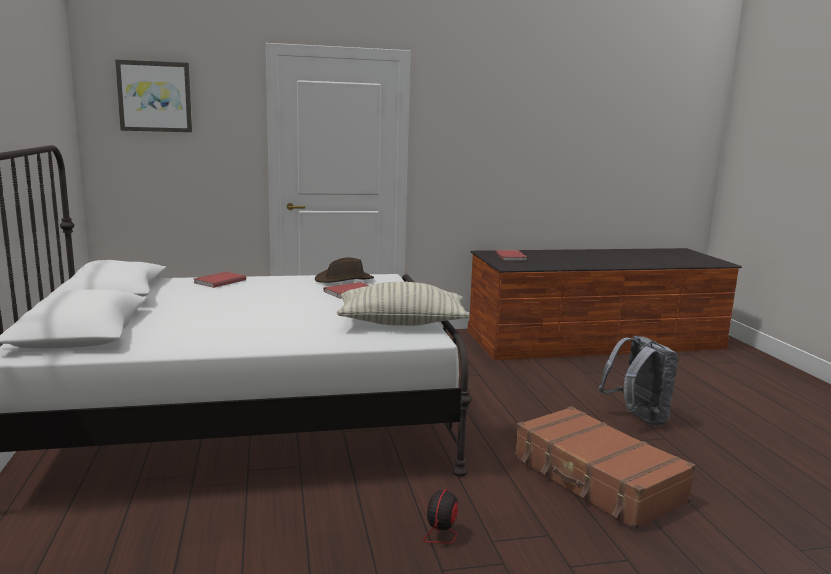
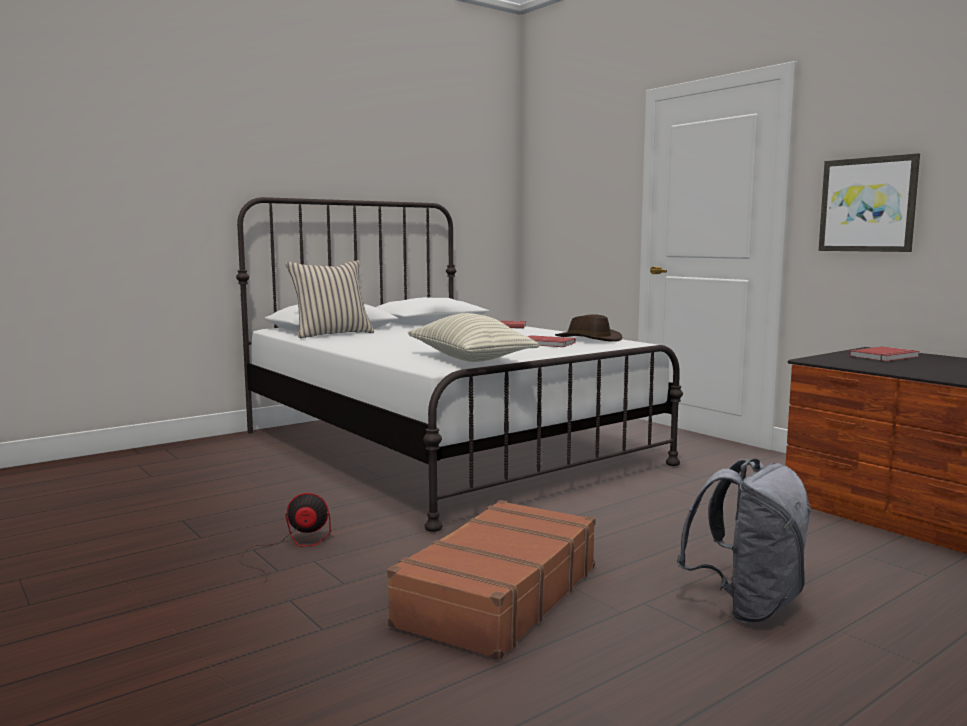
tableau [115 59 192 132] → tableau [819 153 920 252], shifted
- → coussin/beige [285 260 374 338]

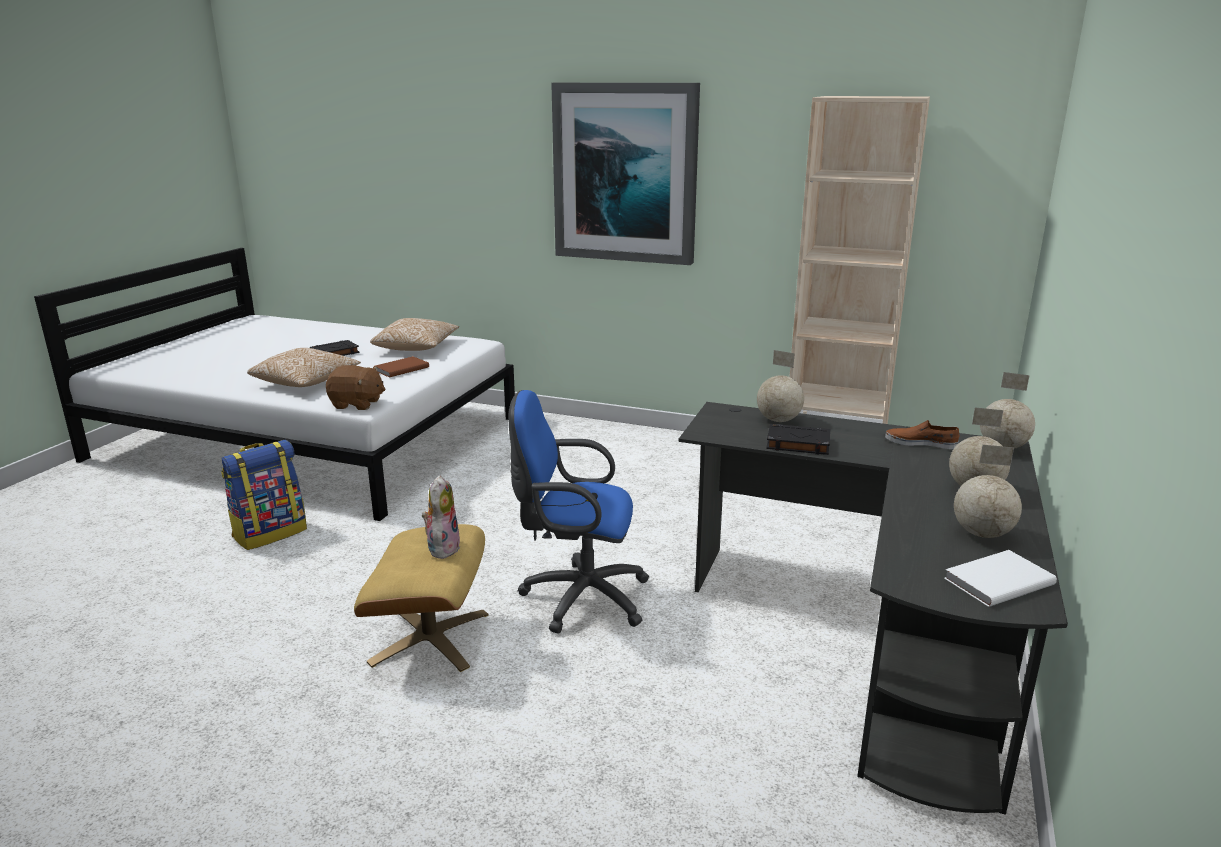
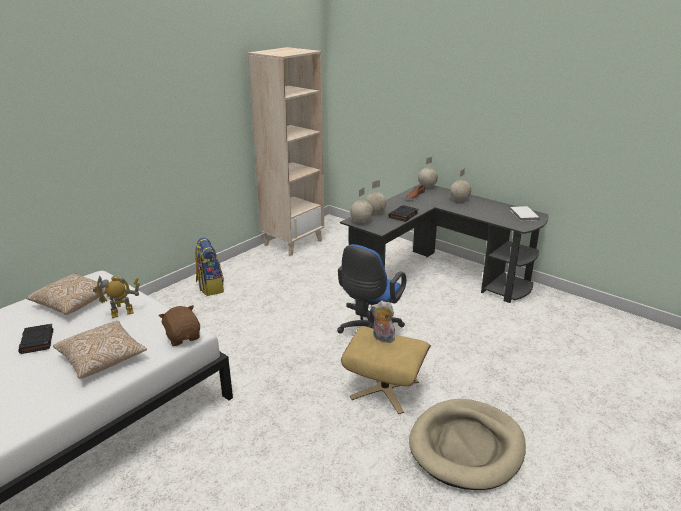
tableau [551 83 700 265] → -
livre/marron [375 356 429 378] → robot jouet [93 276 140 318]
peluche/marron [326 365 385 410] → peluche/marron [159 305 200 346], 60 degrees counterclockwise
sac à dos [221 440 307 550] → sac à dos [195 237 224 296], shifted
globe [954 445 1022 538] → globe [350 187 373 223], shifted
- → panier pour chien/beige [409 399 526 490]

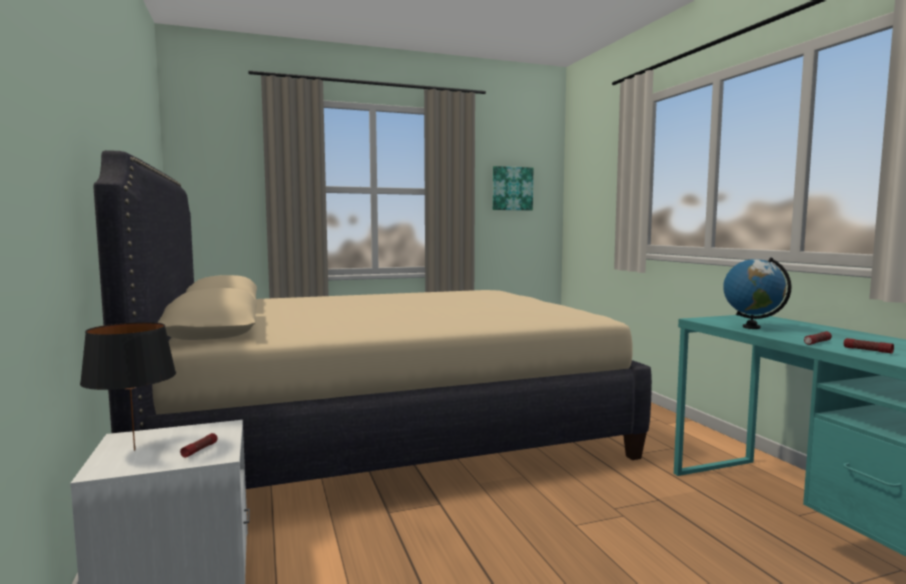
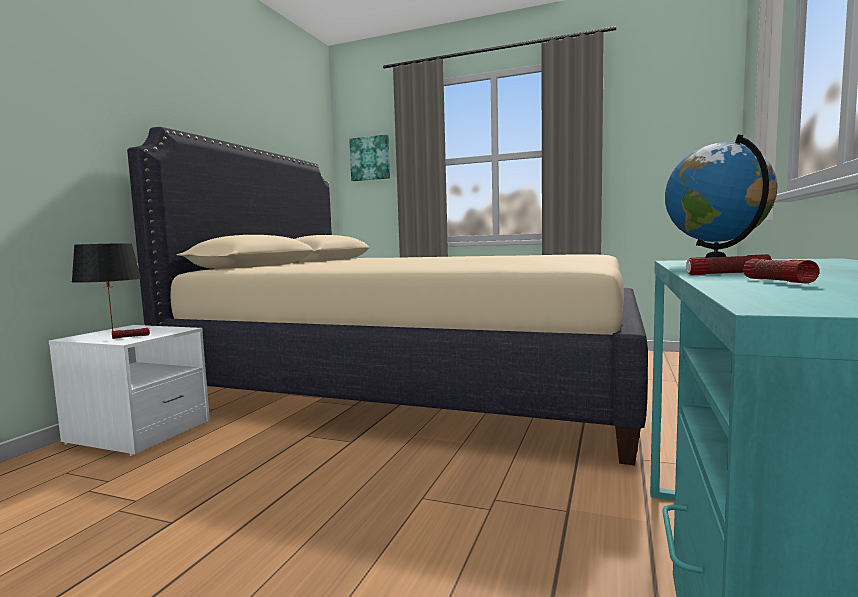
tableau [493 166 533 210] → tableau [349 135 390 181], shifted

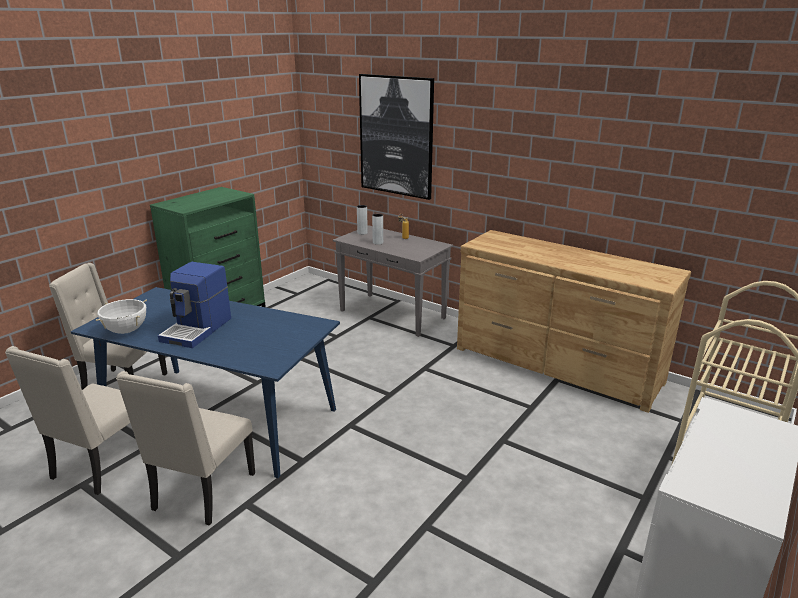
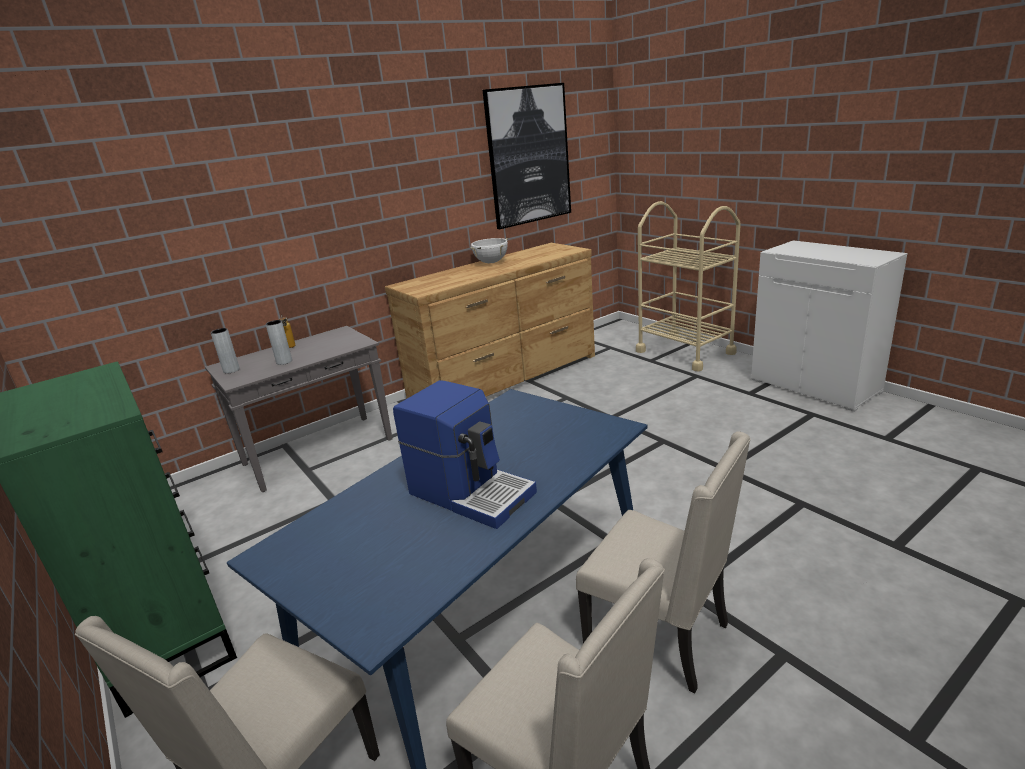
tableau [359 74 434 200] → tableau [483 83 571 229], shifted
marmite/blanc [96 299 147 334] → marmite/blanc [470 238 508 263], shifted

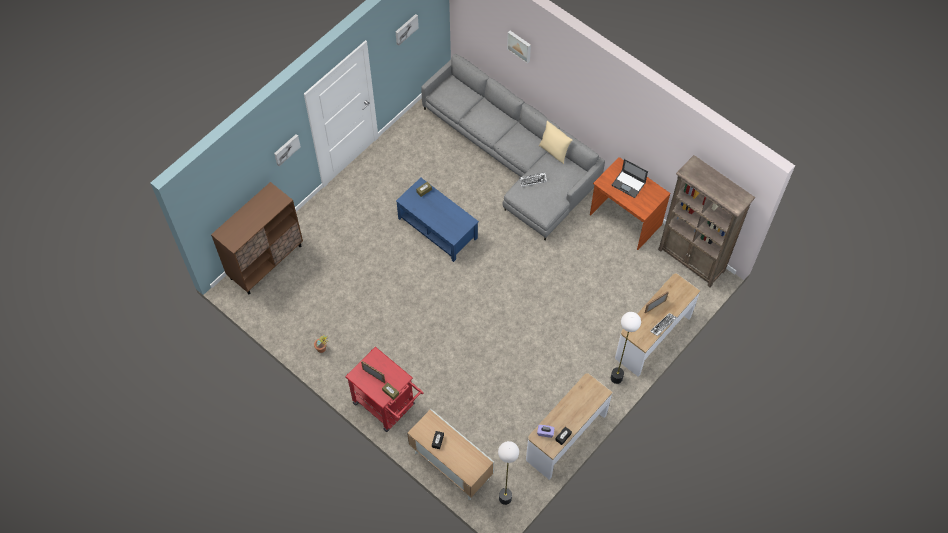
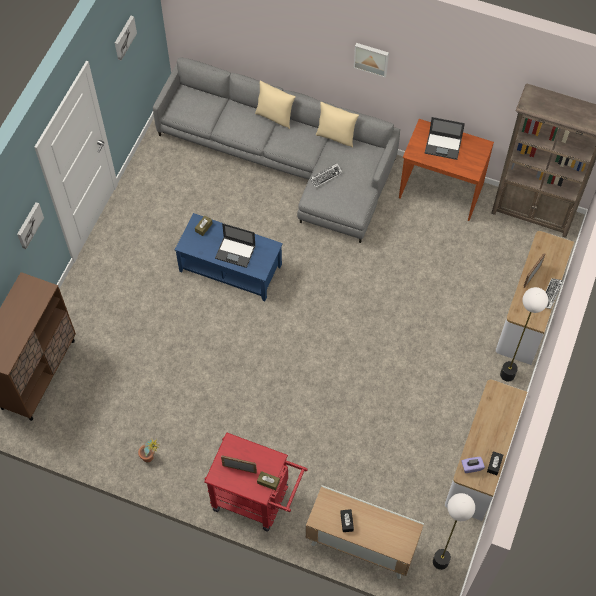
tableau [507 31 531 64] → tableau [354 43 389 77], shifted
- → coussin/beige [255 81 295 129]
- → ordinateur portable [215 223 255 268]

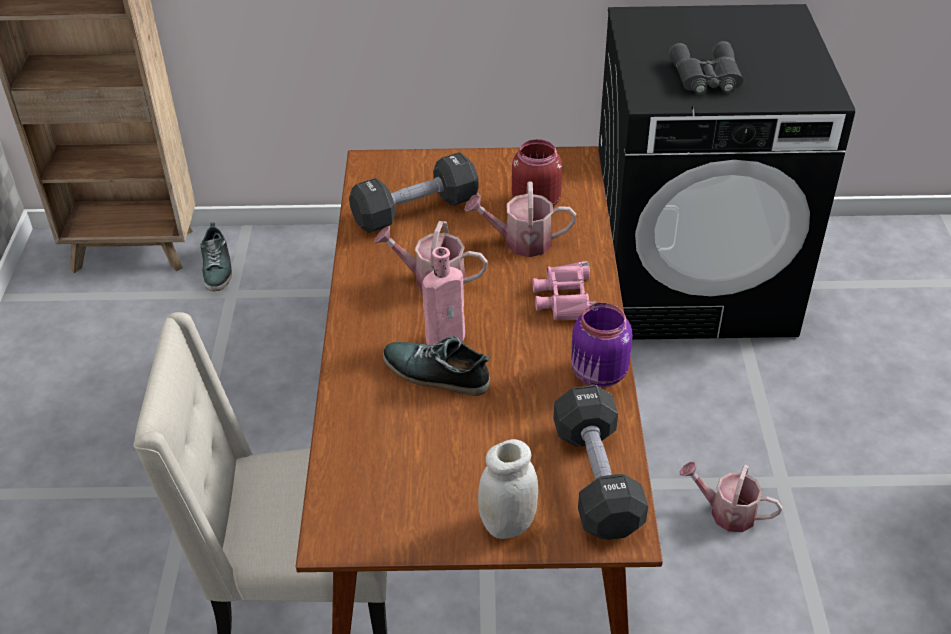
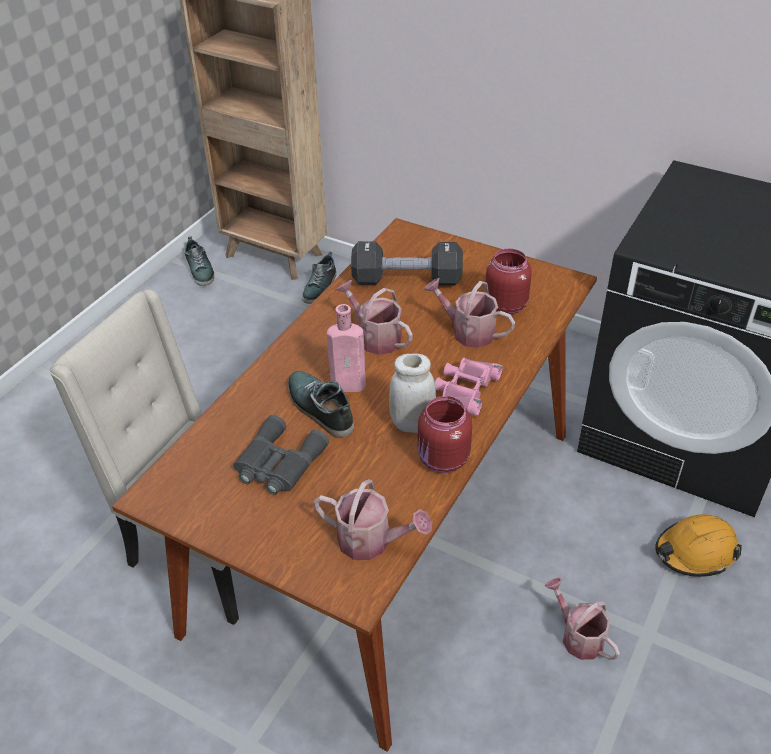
jumelles/gris [669 41 743 95] → jumelles/gris [233 415 329 495], shifted
bocal/violet [571 303 633 388] → bocal/rouge [418 396 472 473]
haltère/noir [554 385 648 540] → arrosoir [313 479 432 560]
bocal/blanc [478 439 539 539] → bocal/blanc [389 354 436 433], shifted
- → chaussure [185 236 214 286]
- → casque de chantier/orange [655 514 742 577]

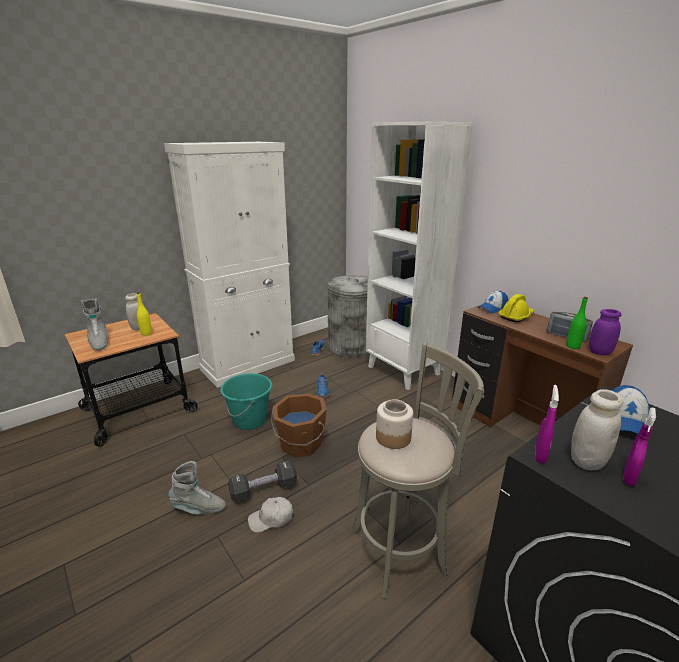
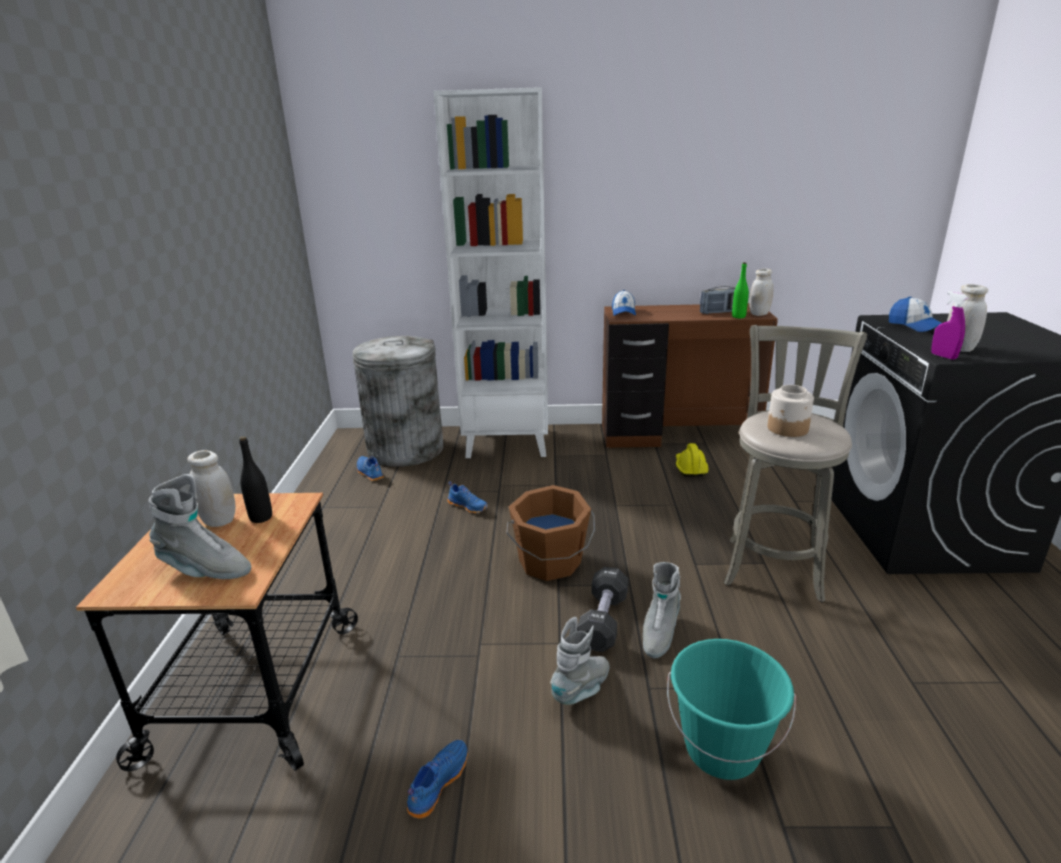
meuble de rangement/blanc [164 142 295 388] → -
bouteille/jaune [137 292 152 336] → bouteille/noir [239 436 272 523]
casque de chantier/jaune [499 294 535 323] → casque de chantier/jaune [676 443 709 476], shifted
bocal/violet [589 309 622 355] → bocal/blanc [749 269 773 316]
seau/turquoise [220 373 272 430] → seau/turquoise [667 639 796 780], shifted
vaporisateur/violet [623 408 656 486] → -
casquette/blanc [248 497 293 532] → botte/gris [643 562 681 659]
- → chaussure/bleu [407 739 468 819]

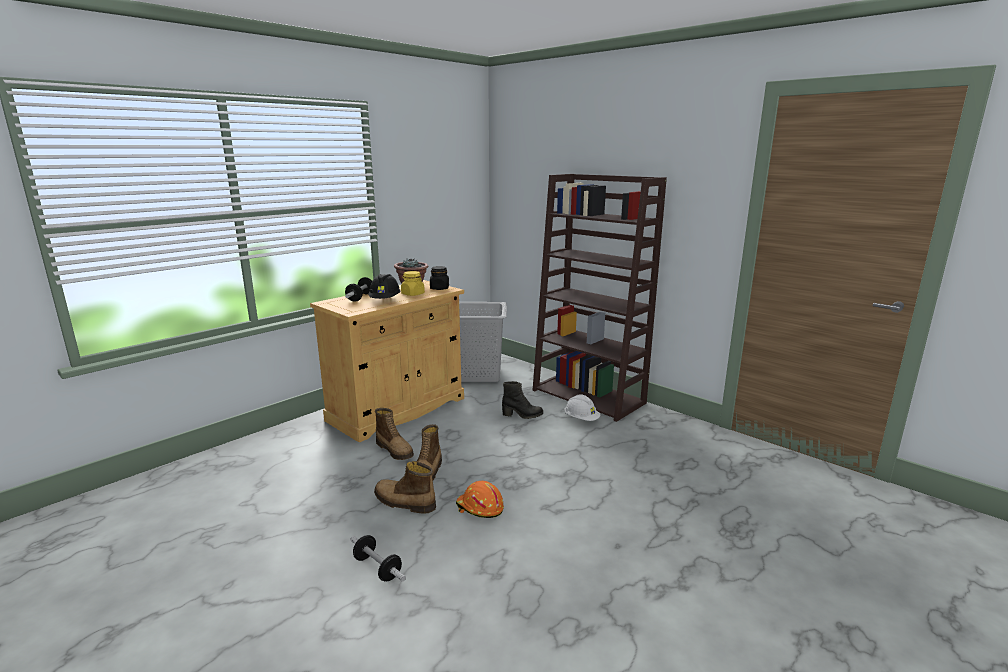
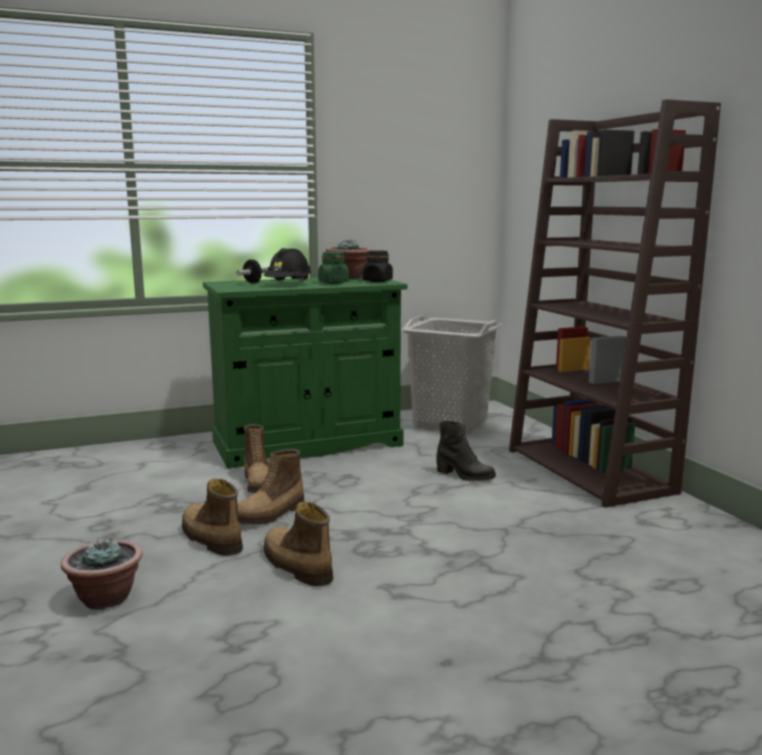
bocal/jaune [401 271 425 296] → bocal/vert [318 252 349 284]
meuble de rangement/beige [310 280 464 443] → meuble de rangement/vert [203 276 407 468]
casque de chantier/blanc [565 394 600 421] → -
casque de chantier/orange [456 481 504 518] → botte [264 502 334 586]
haltère [350 535 406 582] → plante en pot [61 538 143 610]

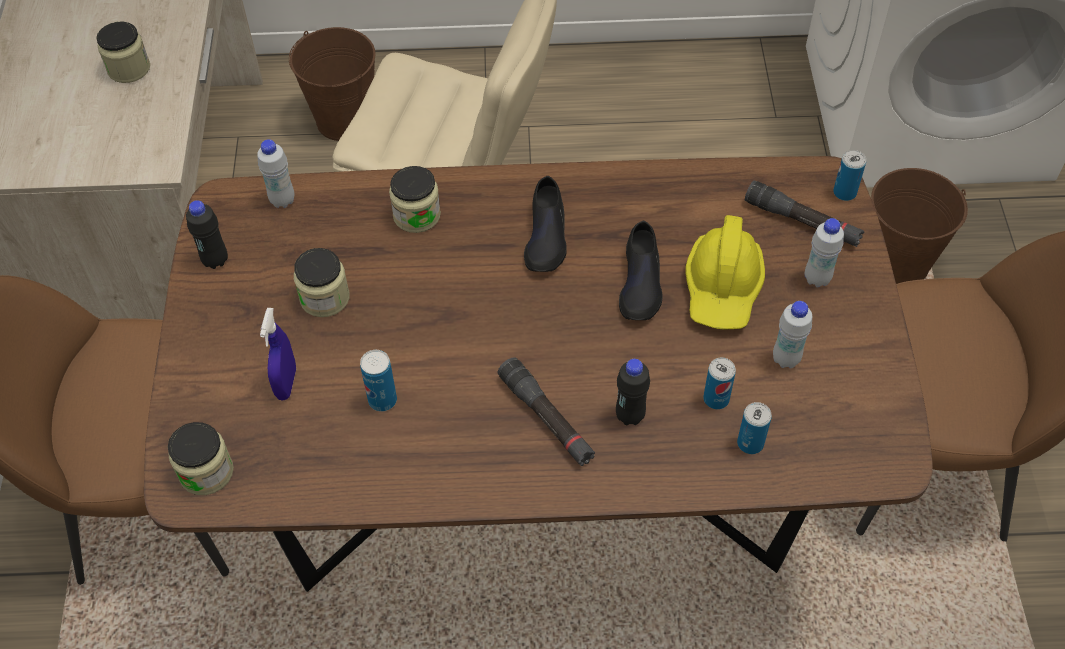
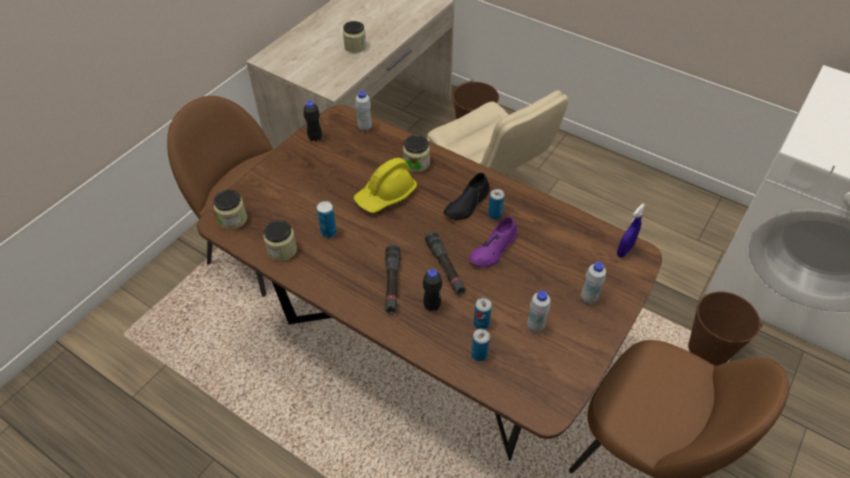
boîte métallique [833 150 866 201] → boîte métallique [488 189 505 219], shifted
lampe de poche/noir [745 180 864 247] → lampe de poche/noir [425 232 466 295], shifted
casque de chantier/jaune [685 215 765 329] → casque de chantier/jaune [354 158 417 213], shifted
chaussure/noir [619 221 662 320] → chaussure/violet [469 216 517 267]
bocal [294 248 350 317] → bocal [263 220 297 261], shifted
vaporisateur/bleu [260 308 296 401] → vaporisateur/bleu [617 203 645 258], shifted

